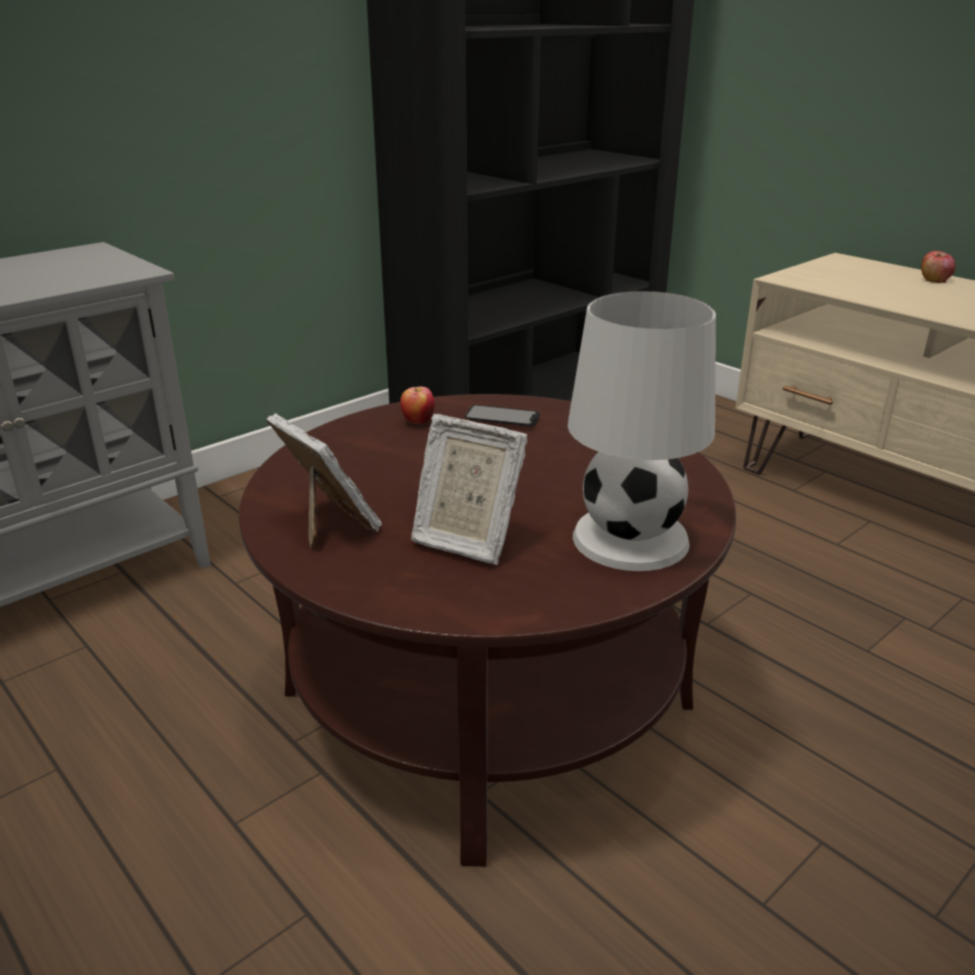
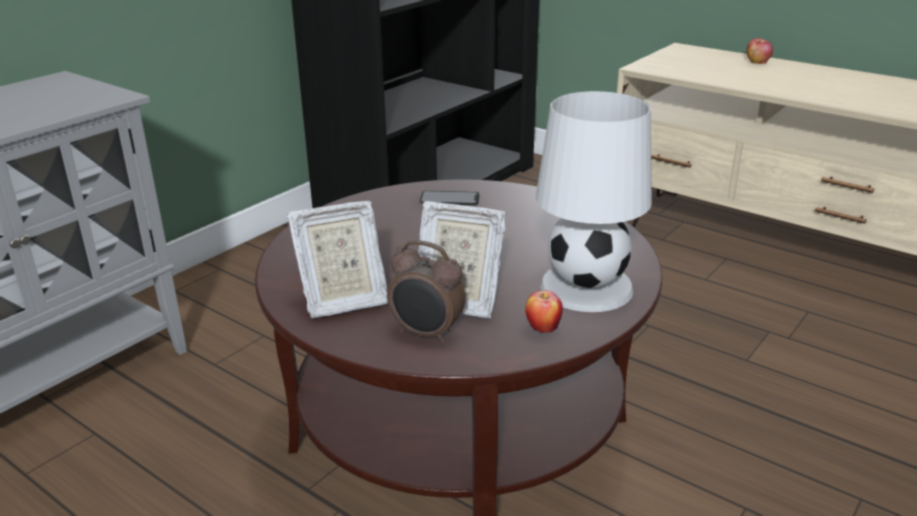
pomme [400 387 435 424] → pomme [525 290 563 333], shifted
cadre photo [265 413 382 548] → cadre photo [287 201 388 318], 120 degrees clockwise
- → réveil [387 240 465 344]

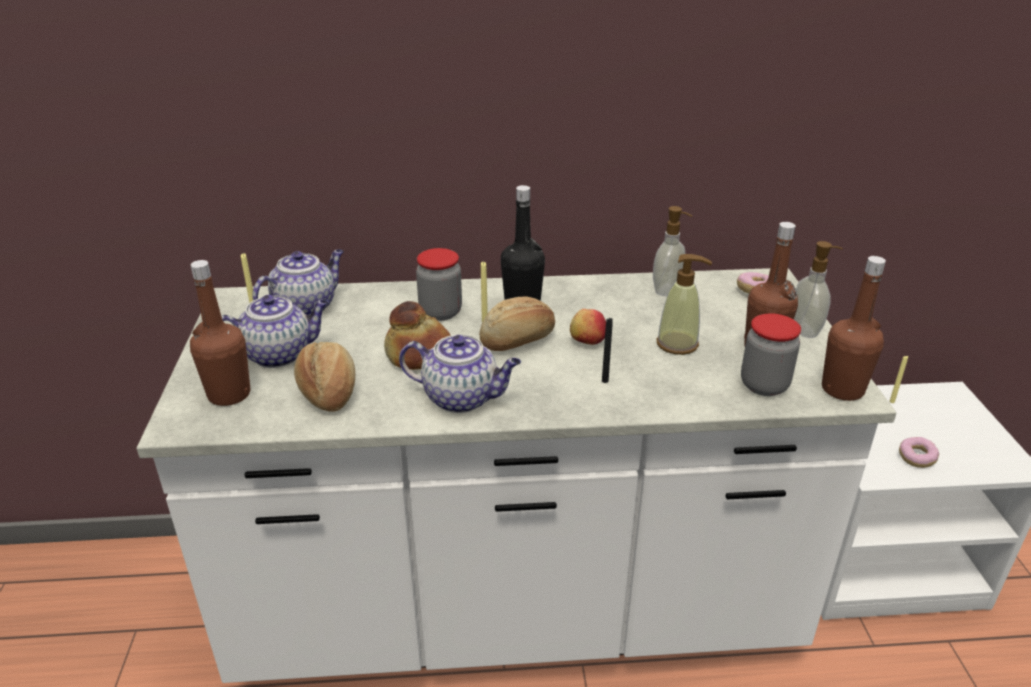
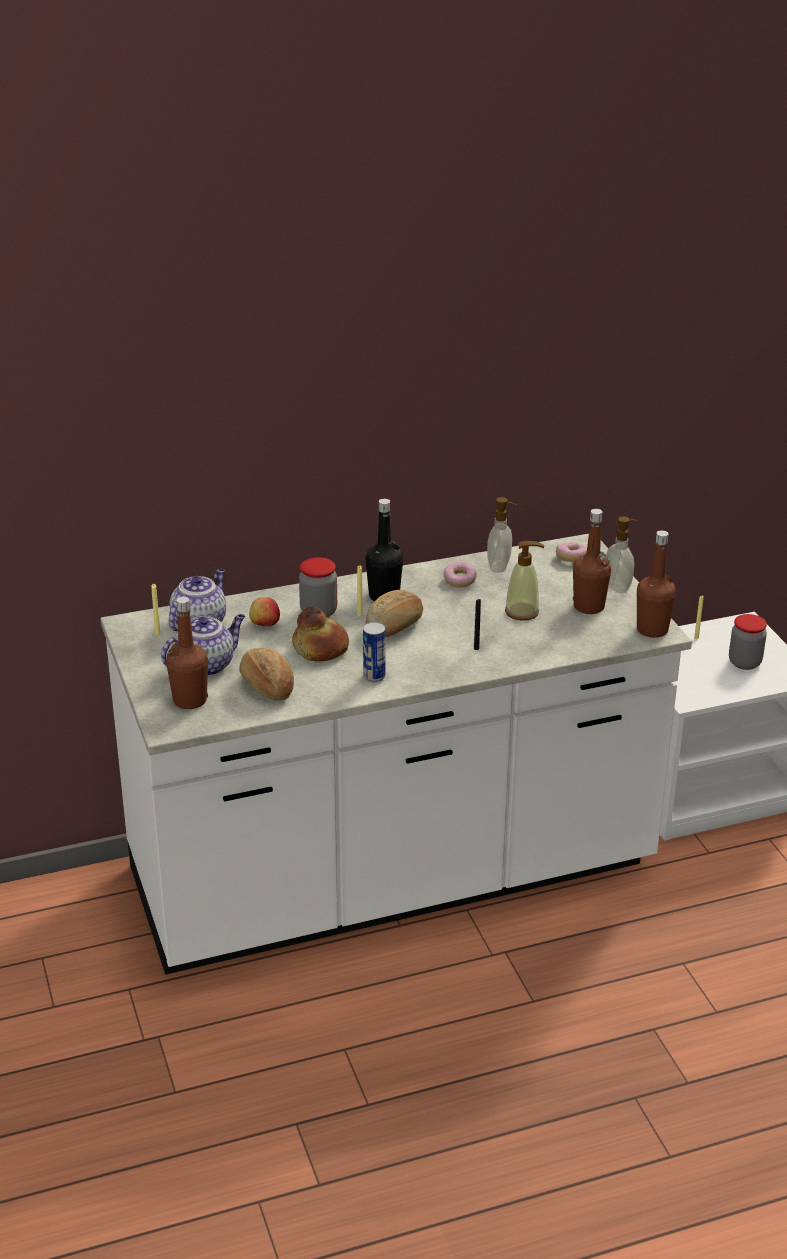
pomme [570 309 606 345] → pomme [249 597 280 626], shifted
bocal [741 313 801 396] → bocal [729 614 767 670], shifted
théière [399 335 521 413] → boîte métallique [363 622 386 682]
beignet [899 437 939 468] → beignet [444 562 477 588], shifted

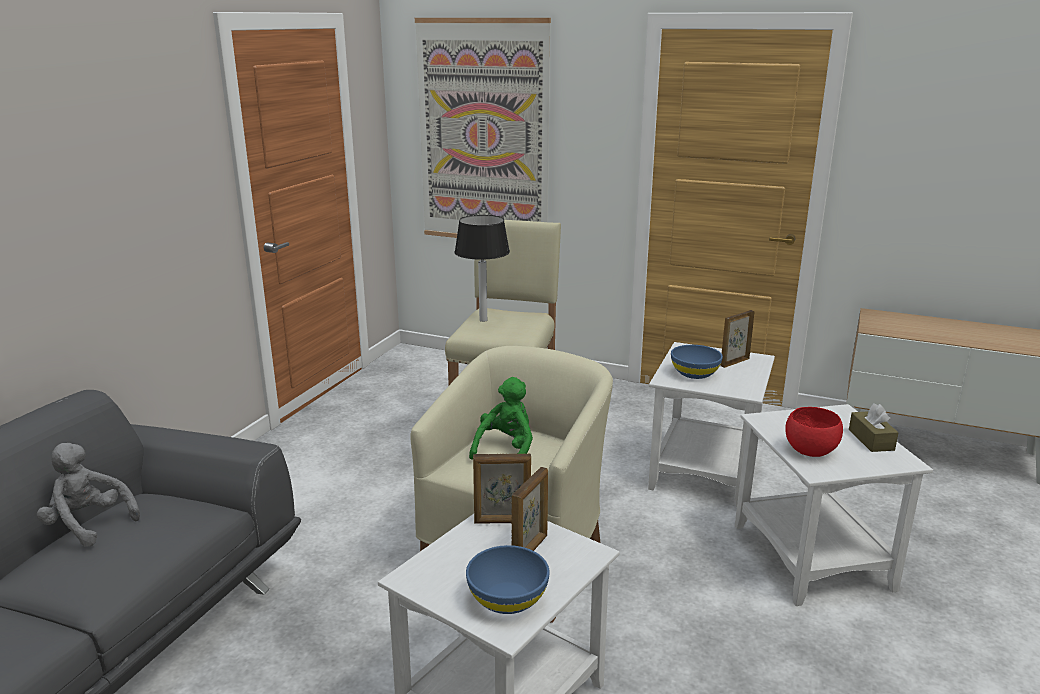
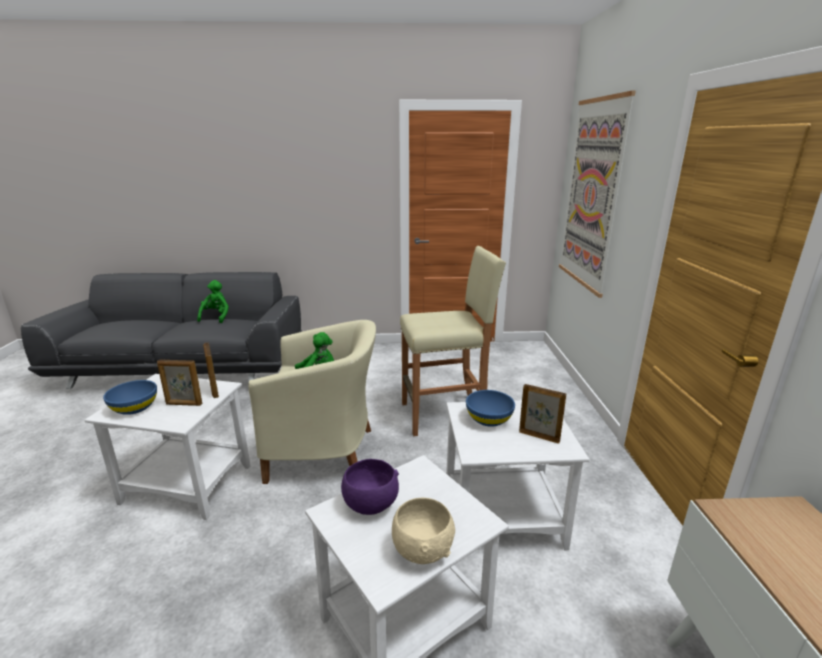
lampe de table [454 215 510 322] → -
boîte à mouchoirs/marron [849 403 899 452] → bol/beige [392 498 455 564]
bol/rouge [785 407 843 457] → bol/violet [341 459 399 515]
peluche/gris [37 443 140 547] → peluche/vert [197 280 229 323]

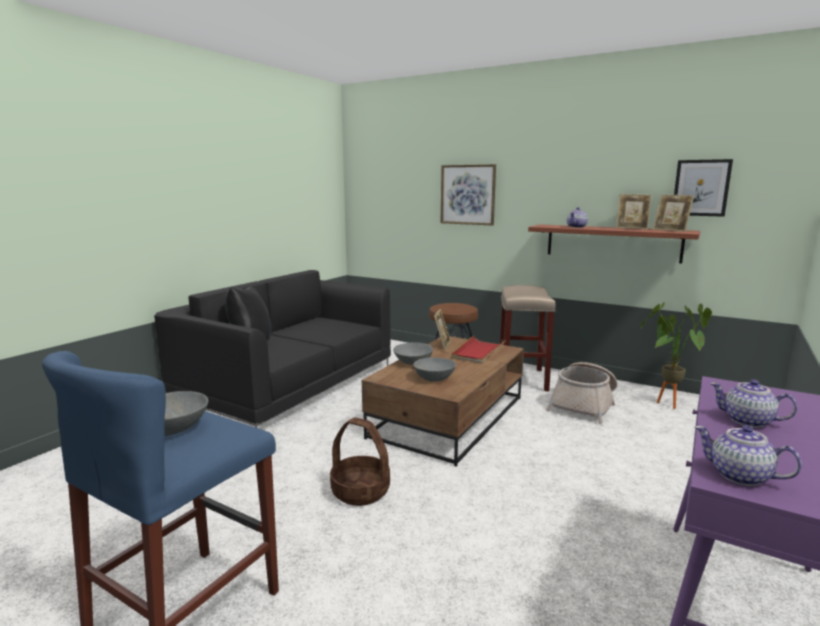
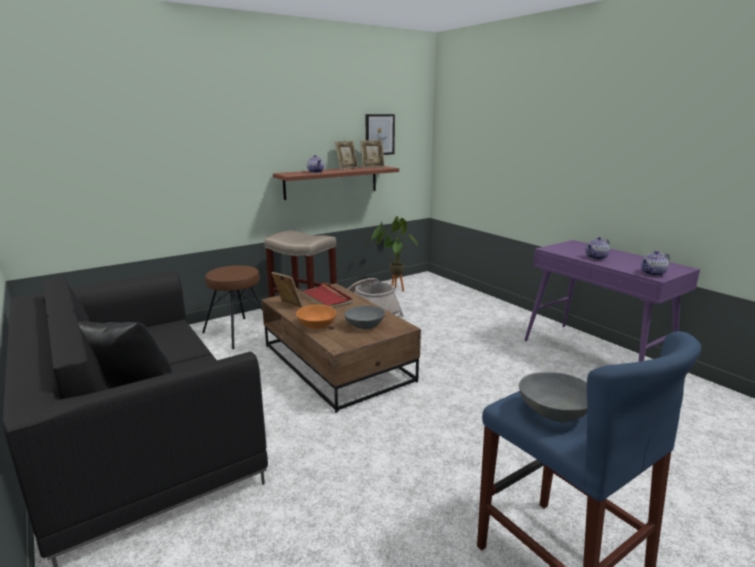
tableau [441 164 496 226] → -
bol/gris [393 342 433 365] → bol/orange [296 304 336 329]
panier [330 417 390 506] → -

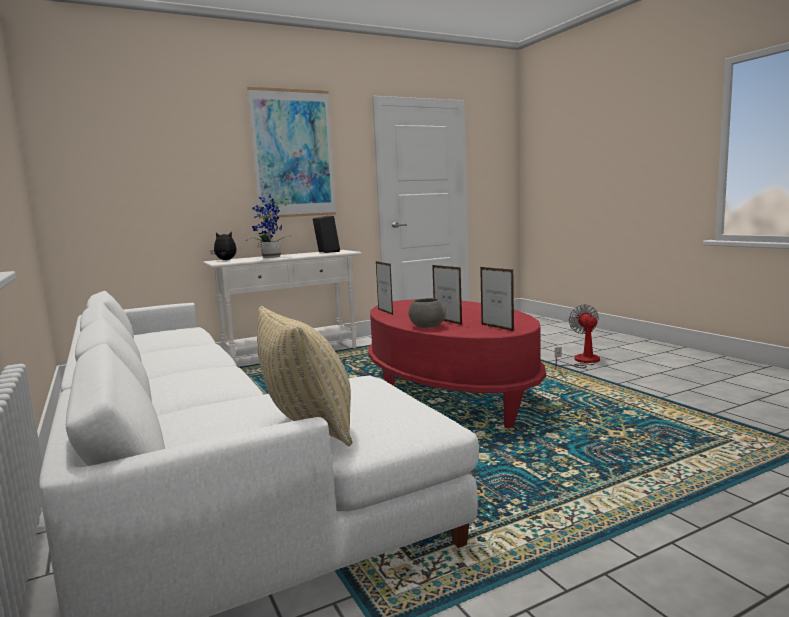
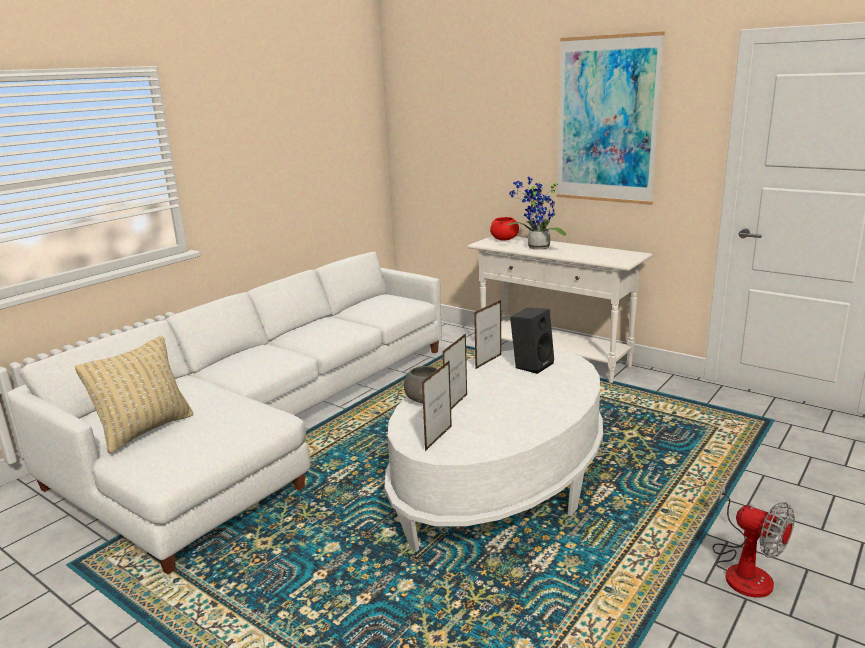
enceinte/noir [313 216 340 253] → enceinte/noir [510 308 554 374], shifted
peluche [210 232 237 260] → bol/rouge [490 217 519 241]
table basse/rouge [368 299 546 428] → table basse/blanc [384 349 603 552]
ventilateur [555 304 600 370] → ventilateur [713 483 795 598], 75 degrees clockwise

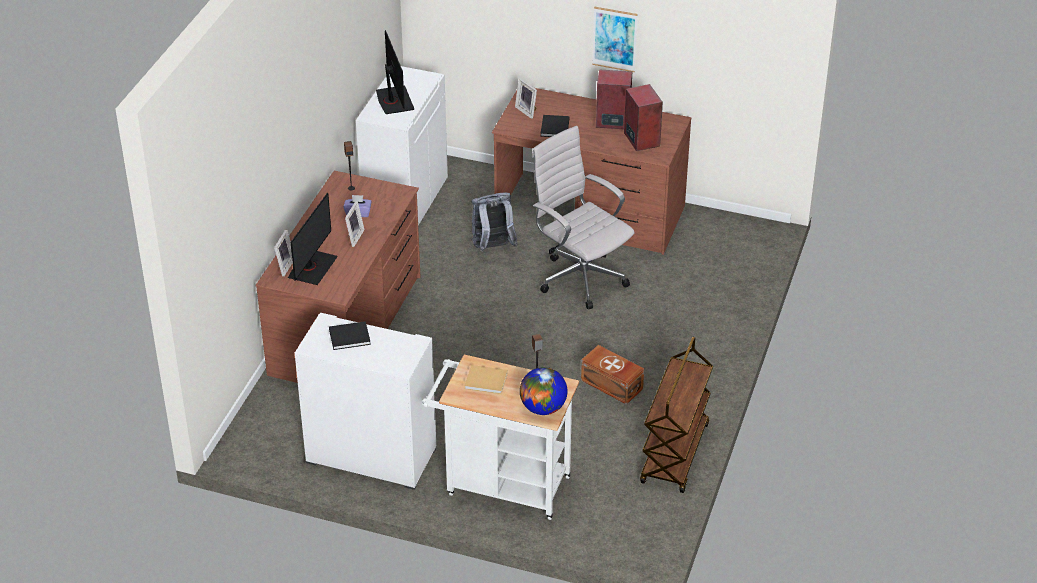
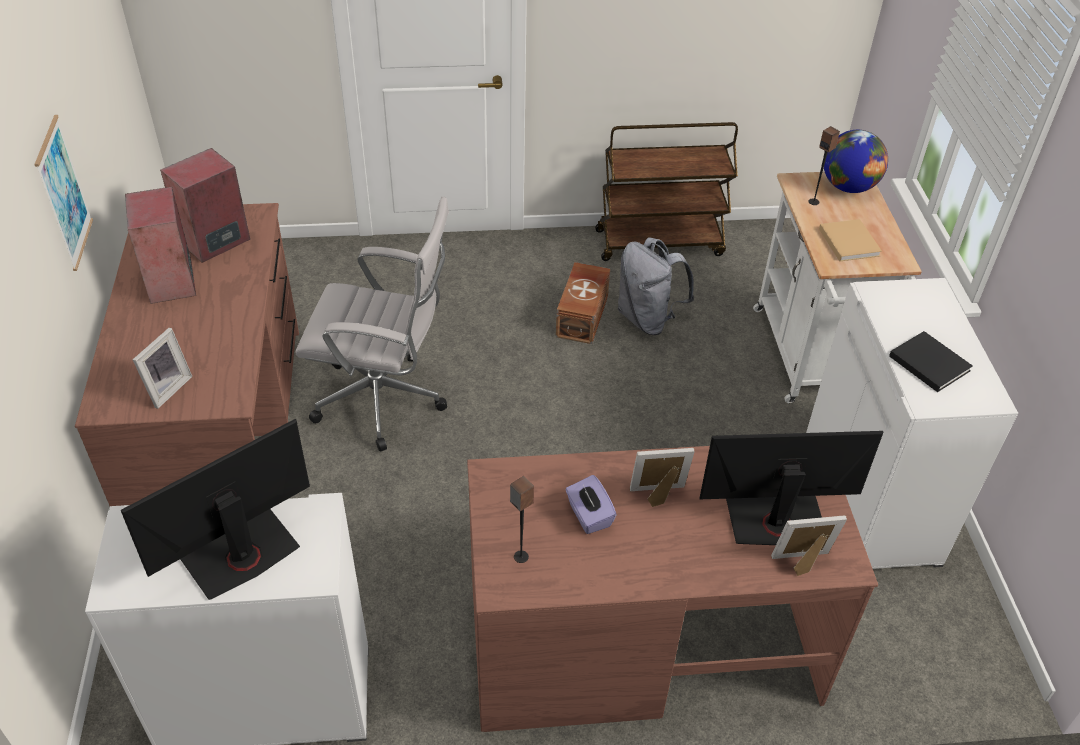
livre/noir [541 115 569 137] → -
chaise de bureau/blanc [532 126 635 309] → chaise de bureau/blanc [295 197 449 452], 105 degrees counterclockwise
sac à dos/gris [471 192 518 252] → sac à dos/gris [618 237 695 335], shifted

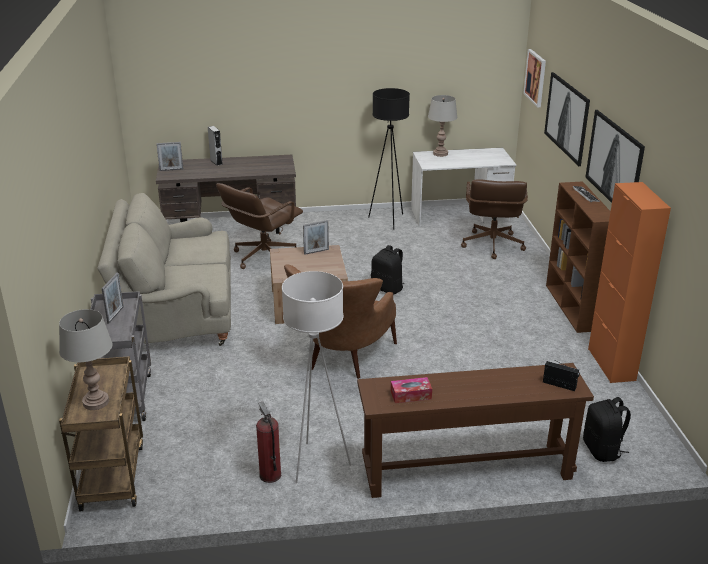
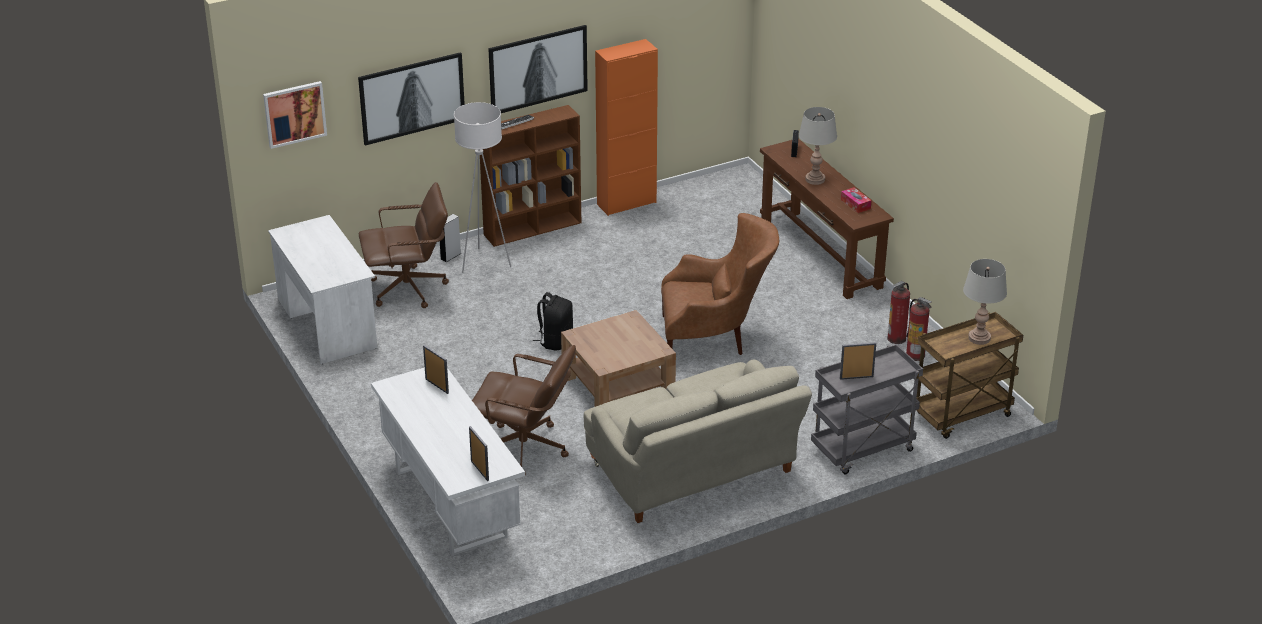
lampadaire/noir [368 88 410 230] → -
lampe de table/gris [428 95 457 157] → lampe de table/gris [799 107 837 185], shifted
enceinte/gris [208 126 223 166] → enceinte/gris [440 214 461 262], shifted
bureau/marron [156 155 296 234] → bureau/blanc [371 367 525 556]
cadre photo [303 220 329 255] → cadre photo [423 345 449 394], shifted
lampadaire/blanc [282 271 351 483] → lampadaire/blanc [454 102 511 273], shifted
sac à dos/noir [583 397 631 462] → -
- → extincteur [906 297 931 361]

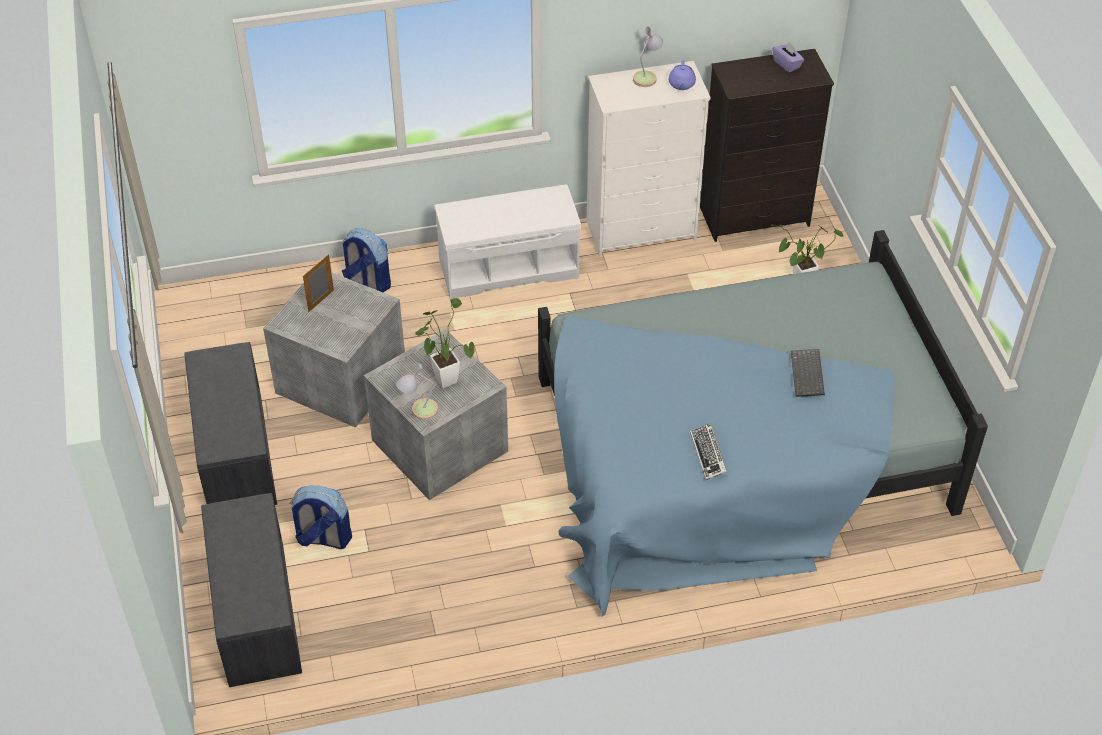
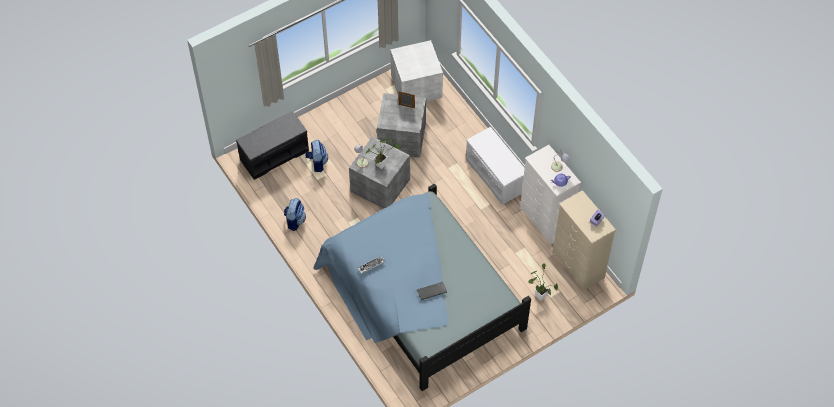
commode/noir [700 49 834 242] → commode/beige [552 190 616 291]
sac à dos [342 228 391 292] → sac à dos [284 198 306 231], shifted
banc/gris [184 342 277 505] → -
- → boîte de rangement/blanc [390 40 443 102]

